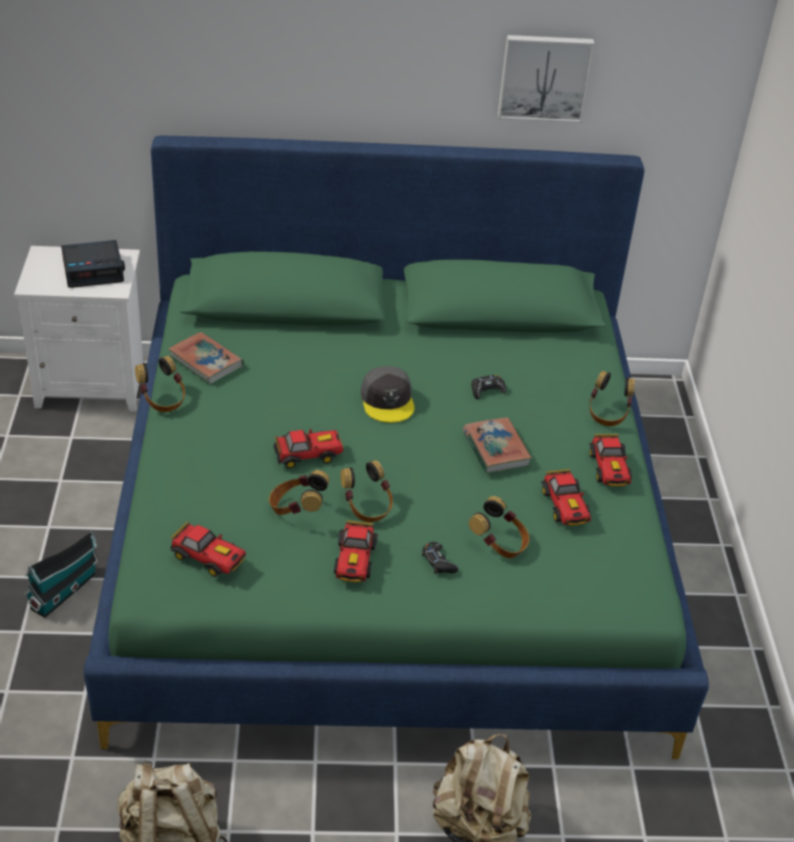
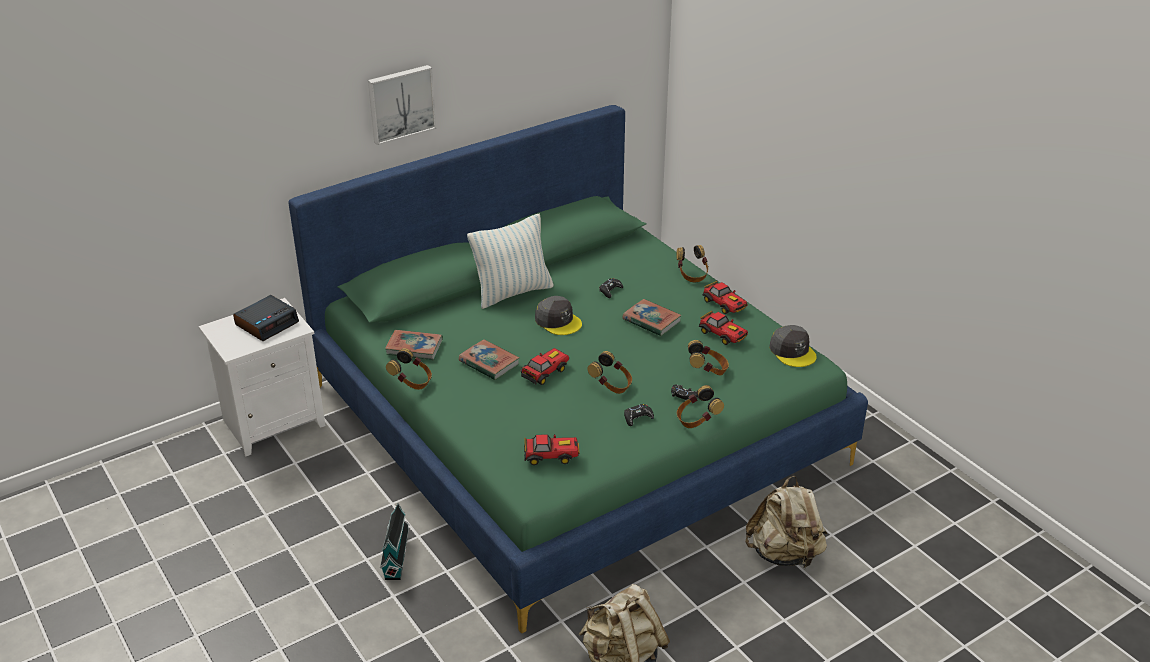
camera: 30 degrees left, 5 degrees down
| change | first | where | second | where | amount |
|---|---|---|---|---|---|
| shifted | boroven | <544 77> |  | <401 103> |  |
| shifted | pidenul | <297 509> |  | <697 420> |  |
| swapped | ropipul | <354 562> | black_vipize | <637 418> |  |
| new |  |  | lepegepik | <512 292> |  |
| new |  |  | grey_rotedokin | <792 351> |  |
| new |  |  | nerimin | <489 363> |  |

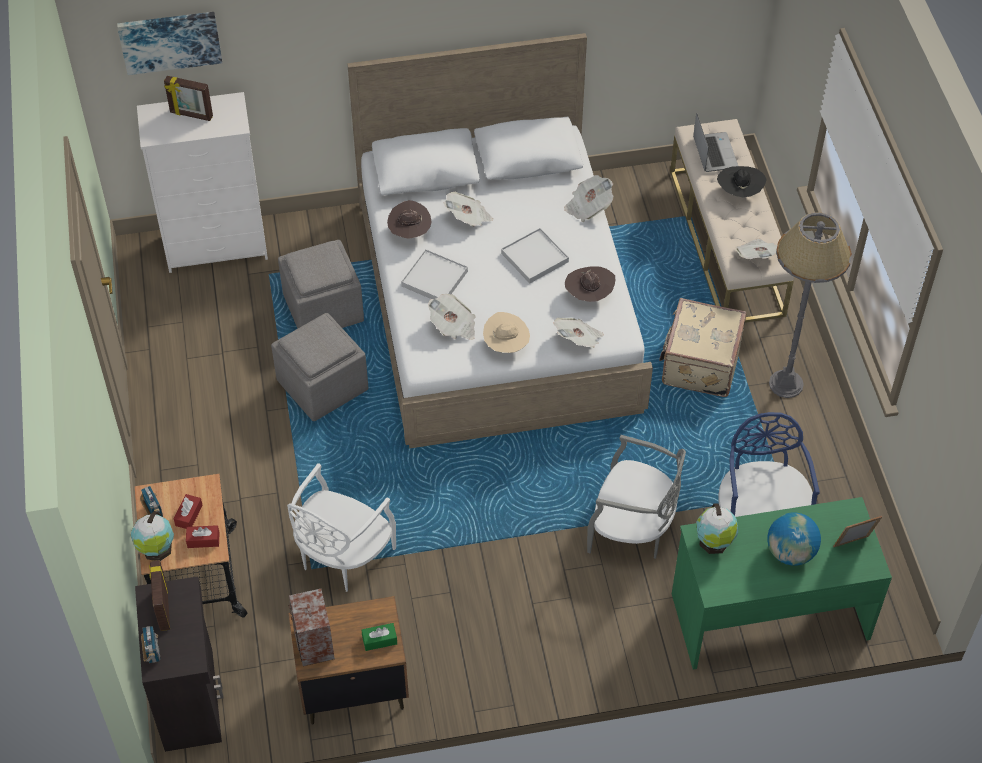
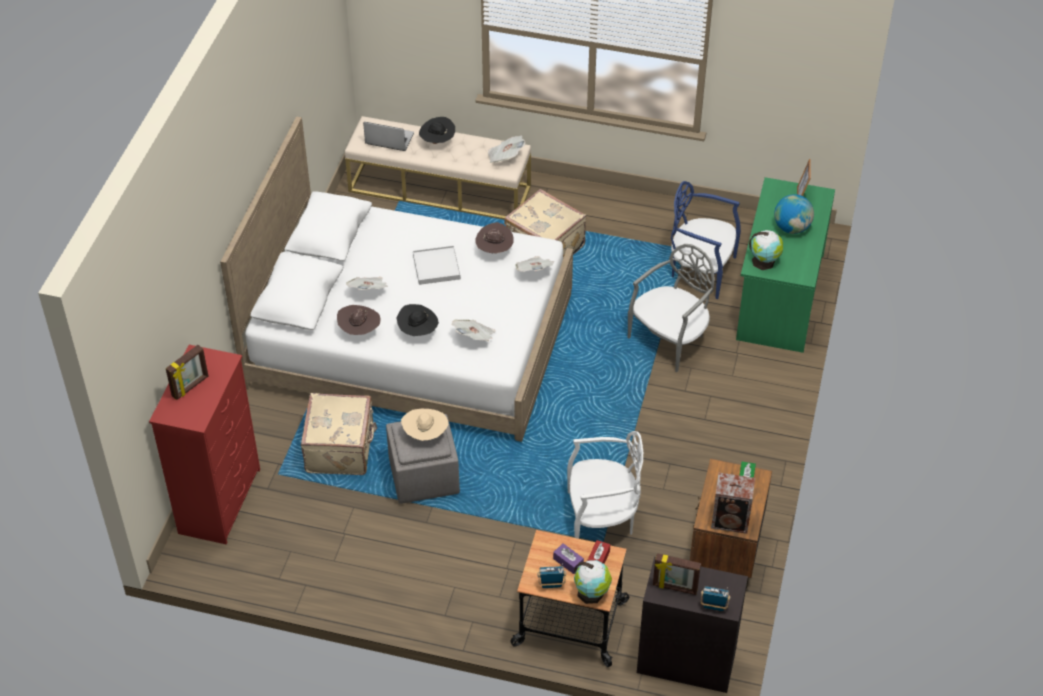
camera: 65 degrees left, 5 degrees down
| change | first | where | second | where | amount |
|---|---|---|---|---|---|
| gone | boroven | <170 41> |  |  |  |
| repainted | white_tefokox | <217 247> | red_tefokox | <221 500> |  |
| gone | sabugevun | <588 207> |  |  |  |
| gone | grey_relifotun | <785 384> |  |  |  |
| swapped | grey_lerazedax | <324 308> | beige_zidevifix | <341 449> |  |
| swapped | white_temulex | <434 278> | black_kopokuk | <418 332> |  |
| shifted | beige_kopokuk | <506 345> |  | <425 434> |  |
| rotated | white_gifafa | <342 556> |  | <601 518> | 60 degrees counterclockwise |
| repainted | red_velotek | <189 515> | purple_velotek | <568 562> |  |

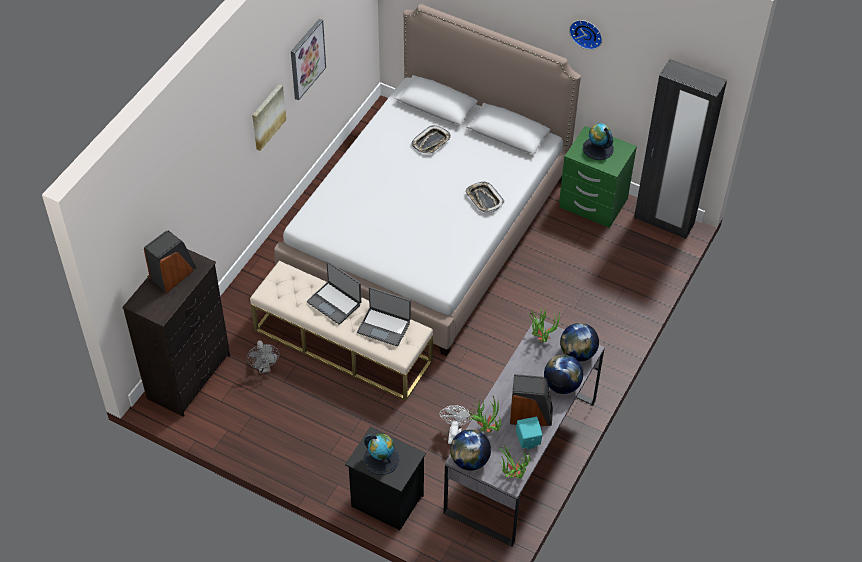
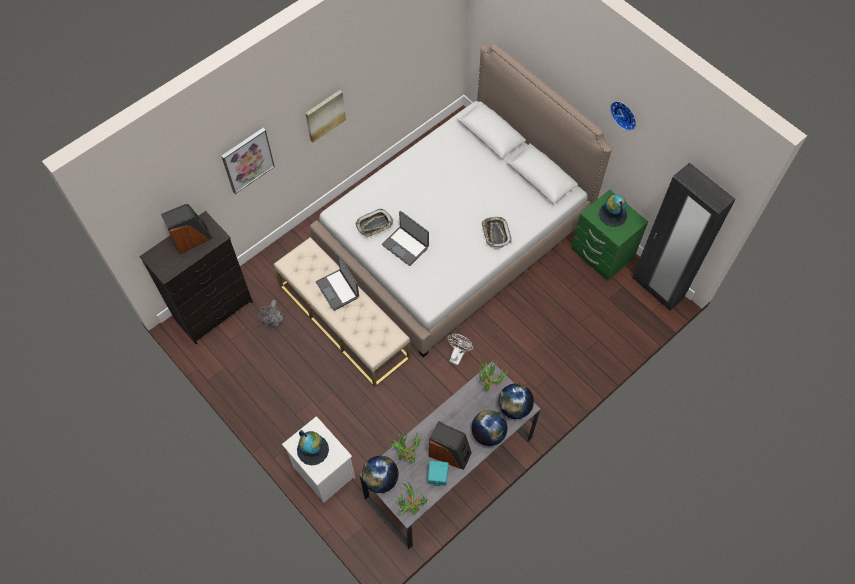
camera: 20 degrees right, 10 degrees up
| change | first | where | second | where | amount |
|---|---|---|---|---|---|
| shifted | boroven | <307 59> |  | <247 160> |  |
| shifted | temulex | <431 142> |  | <374 225> |  |
| shifted | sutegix | <384 326> |  | <405 245> |  |
| shifted | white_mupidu | <454 433> |  | <457 354> |  |
| repainted | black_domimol | <385 501> | white_domimol | <322 472> |  |

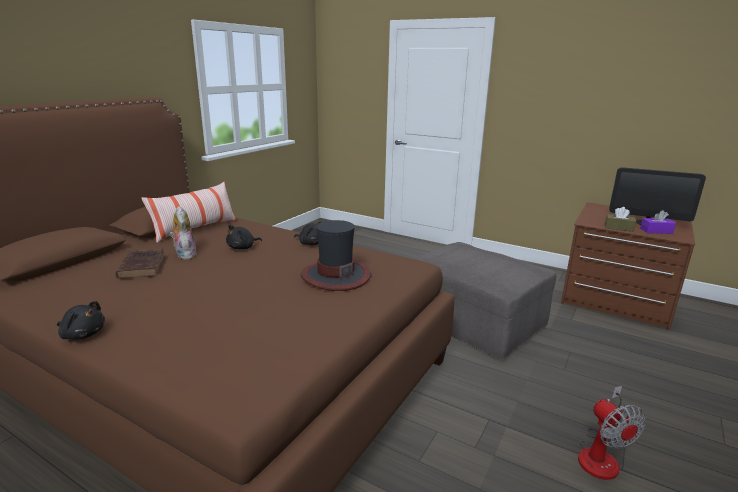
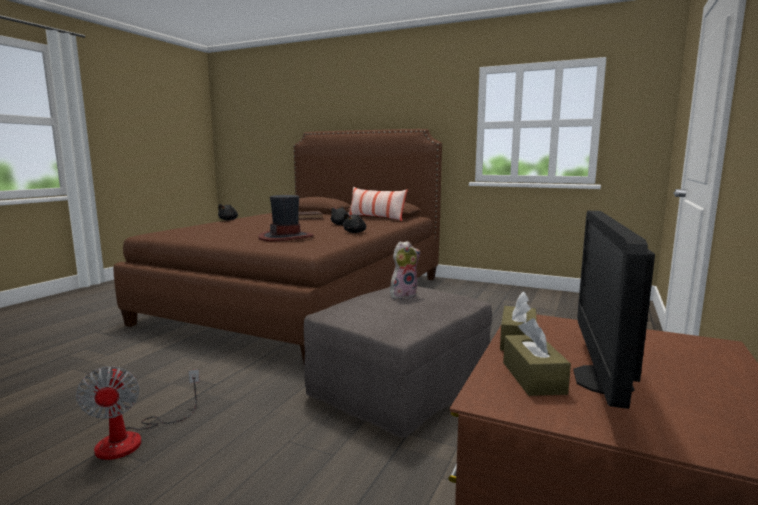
camera: 85 degrees right, 10 degrees down
| change | first | where | second | where | amount |
|---|---|---|---|---|---|
| shifted | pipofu | <184 254> |  | <403 295> |  |
| repainted | purple_velotek | <656 231> | brown_velotek | <533 377> |  |
| rotated | mupidu | <601 455> |  | <134 438> | 90 degrees counterclockwise |

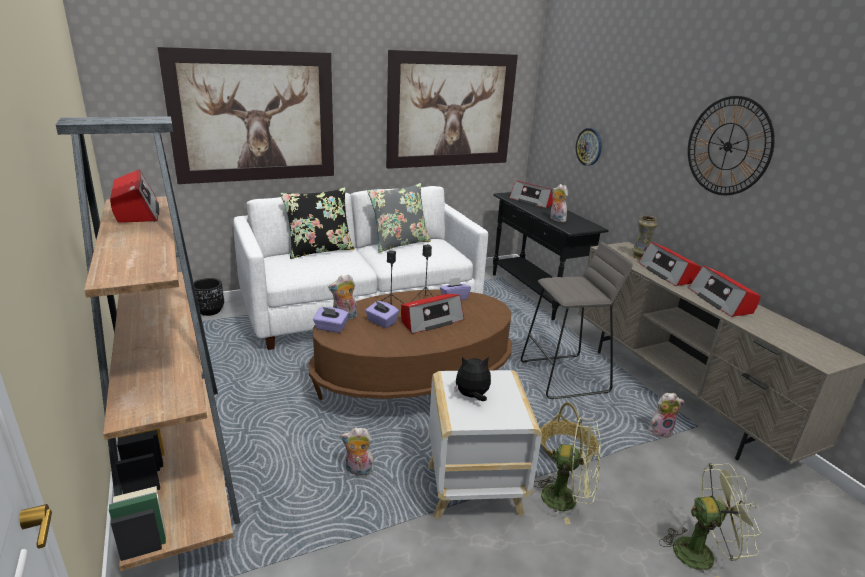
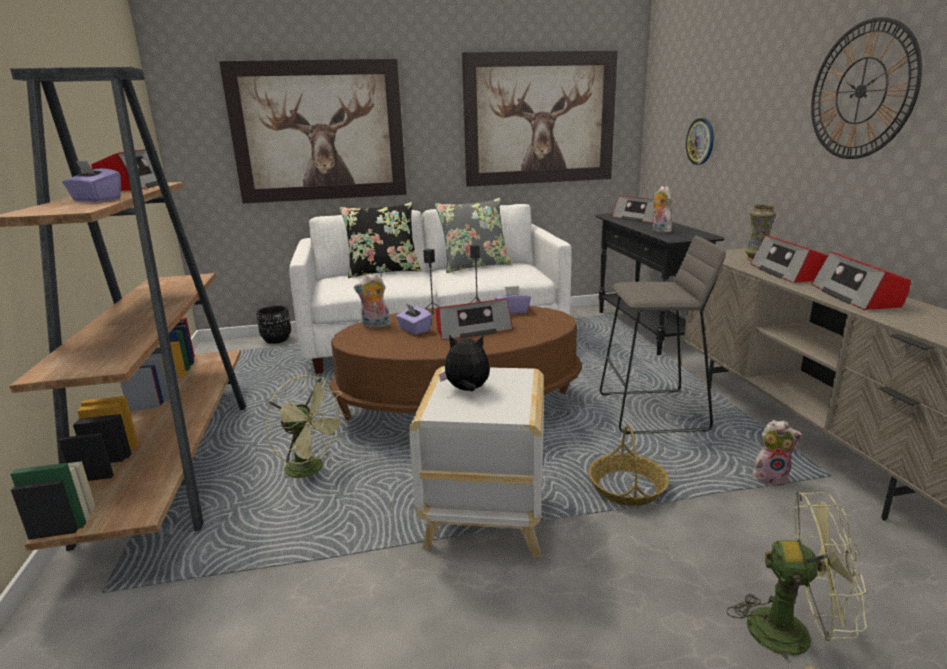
camera: 15 degrees right, 5 degrees down
| change | first | where | second | where | amount |
|---|---|---|---|---|---|
| shifted | purple_velotek | <331 328> |  | <96 200> |  |
| shifted | green_mupidu | <567 499> |  | <311 470> |  |
| gone | pipofu | <358 471> |  |  |  |

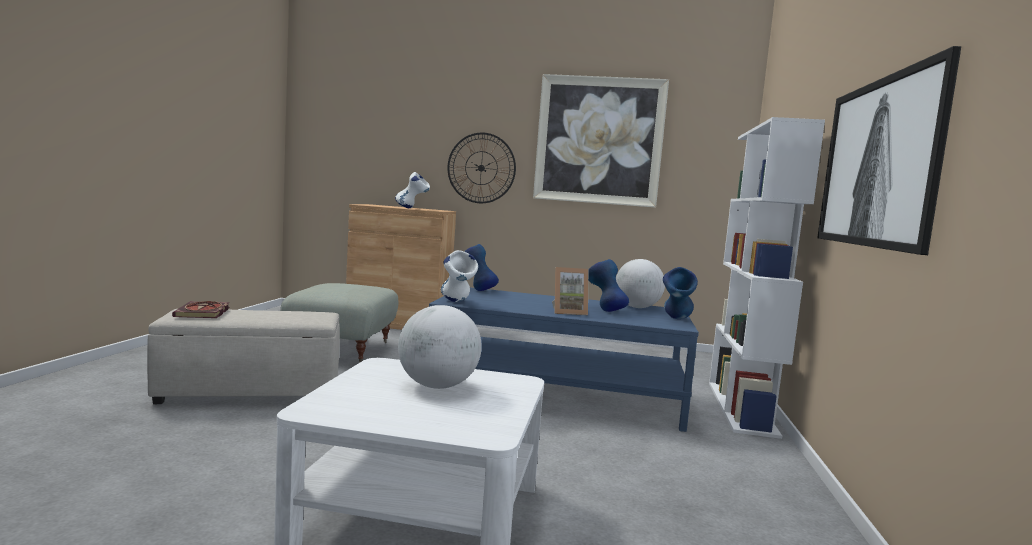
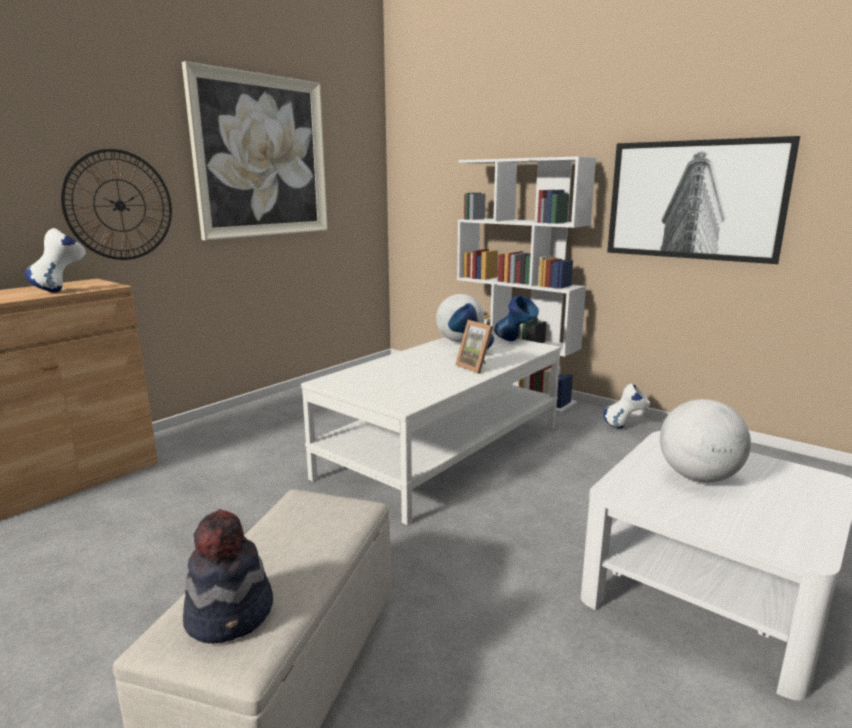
camera: 60 degrees left, 10 degrees up
| change | first | where | second | where | amount |
|---|---|---|---|---|---|
| gone | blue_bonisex | <476 290> |  |  |  |
| shifted | white_bonisex | <457 302> |  | <624 427> |  |
| rotated | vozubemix | <568 312> |  | <476 367> | 120 degrees clockwise |
| gone | grey_lerazedax | <341 350> |  |  |  |
| repainted | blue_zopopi | <558 394> | white_zopopi | <443 451> |  |
| swapped | nerimin | <203 313> | kopokuk | <231 614> |  |

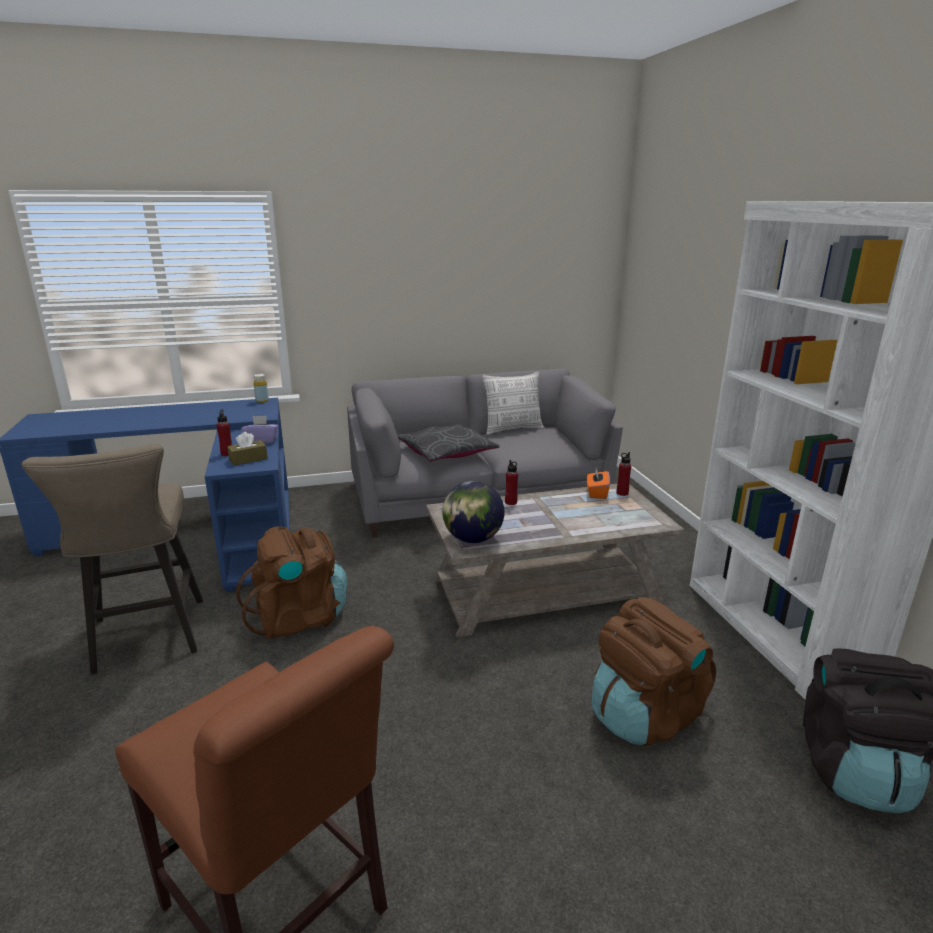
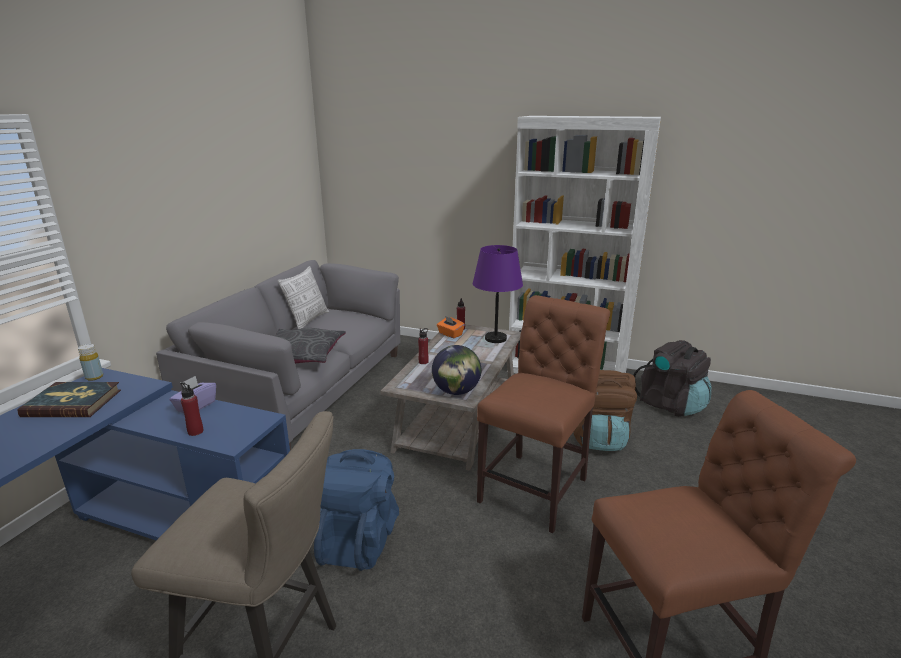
camera: 55 degrees left, 0 degrees up
| change | first | where | second | where | amount |
|---|---|---|---|---|---|
| gone | brown_velotek | <248 459> |  |  |  |
| repainted | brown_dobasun | <299 617> | blue_dobasun | <358 539> |  |
| new |  |  | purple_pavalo | <496 339> |  |
| new |  |  | brown_gifafa | <537 486> |  |
| new |  |  | nerimin | <73 403> |  |

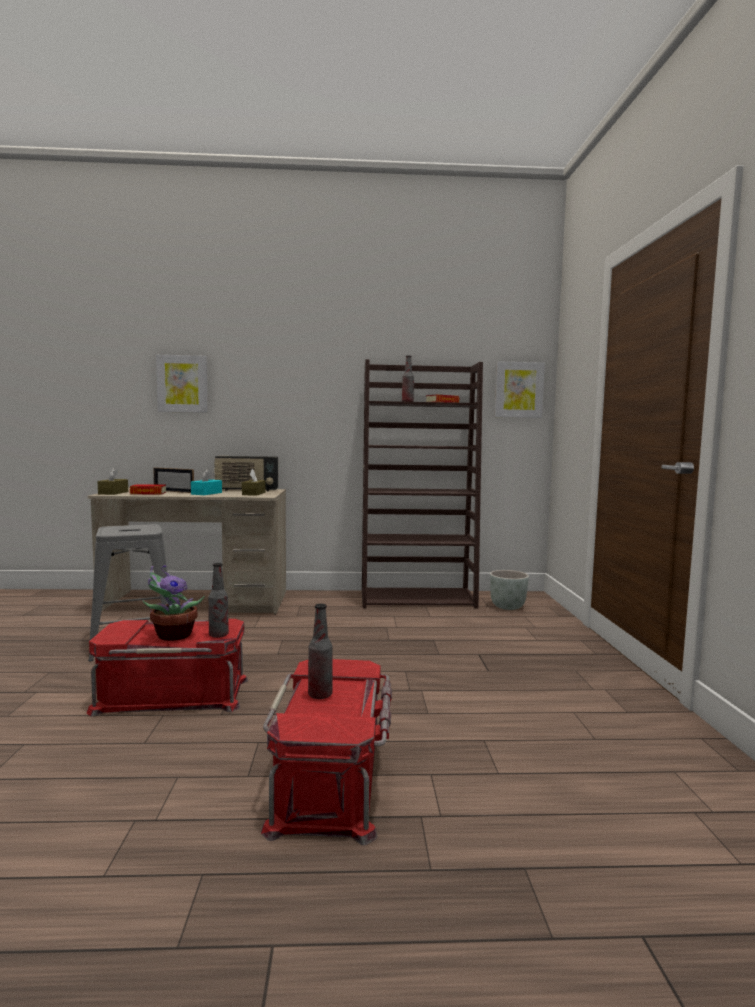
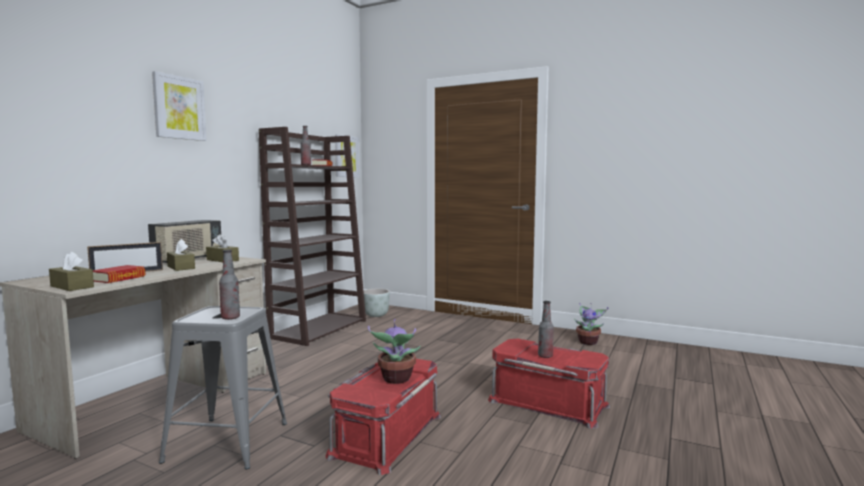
camera: 60 degrees left, 0 degrees up
| change | first | where | second | where | amount |
|---|---|---|---|---|---|
| shifted | boroven | <182 384> |  | <179 108> |  |
| repainted | turquoise_velotek | <206 493> | brown_velotek | <181 267> |  |
| shifted | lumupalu | <218 635> |  | <230 318> |  |
| new |  |  | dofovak | <588 342> |  |

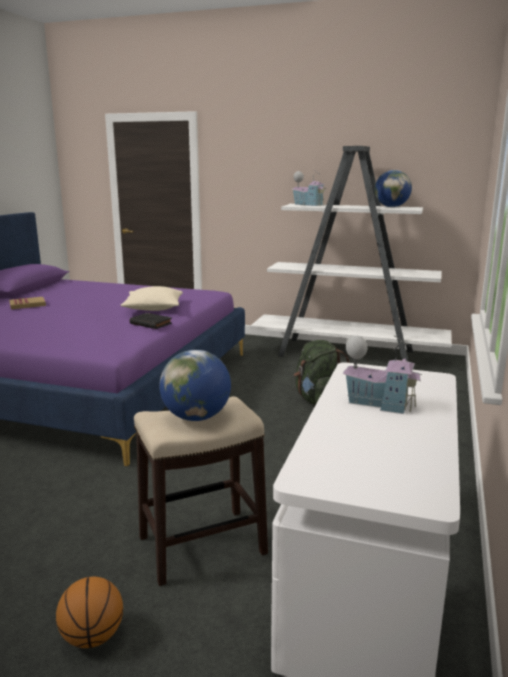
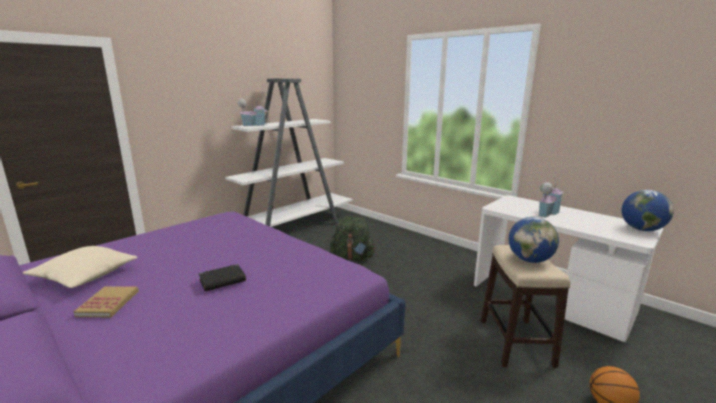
camera: 65 degrees left, 0 degrees up
| change | first | where | second | where | amount |
|---|---|---|---|---|---|
| shifted | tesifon | <391 207> |  | <641 229> |  |
| shifted | beige_lepegepik | <153 308> |  | <85 276> |  |
| shifted | black_nerimin | <151 324> |  | <223 280> |  |

